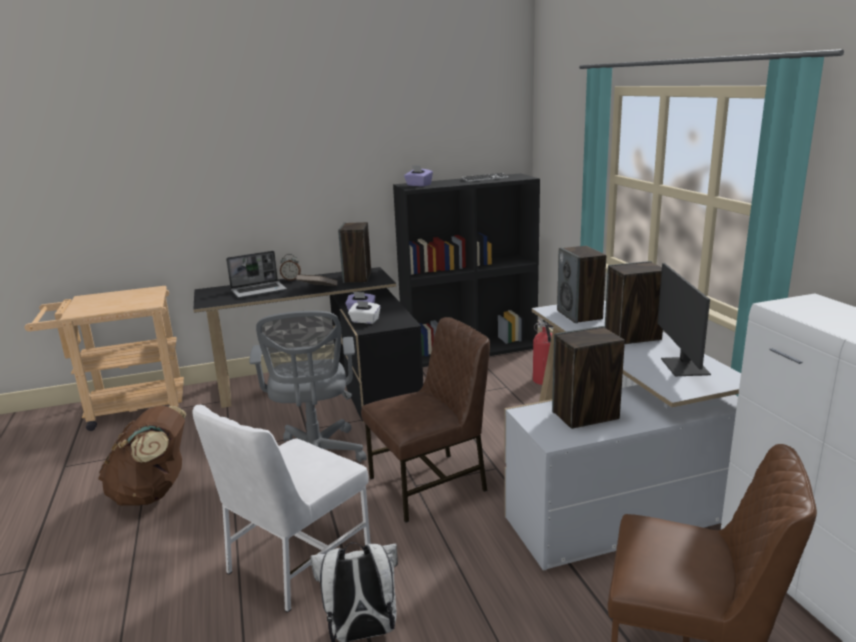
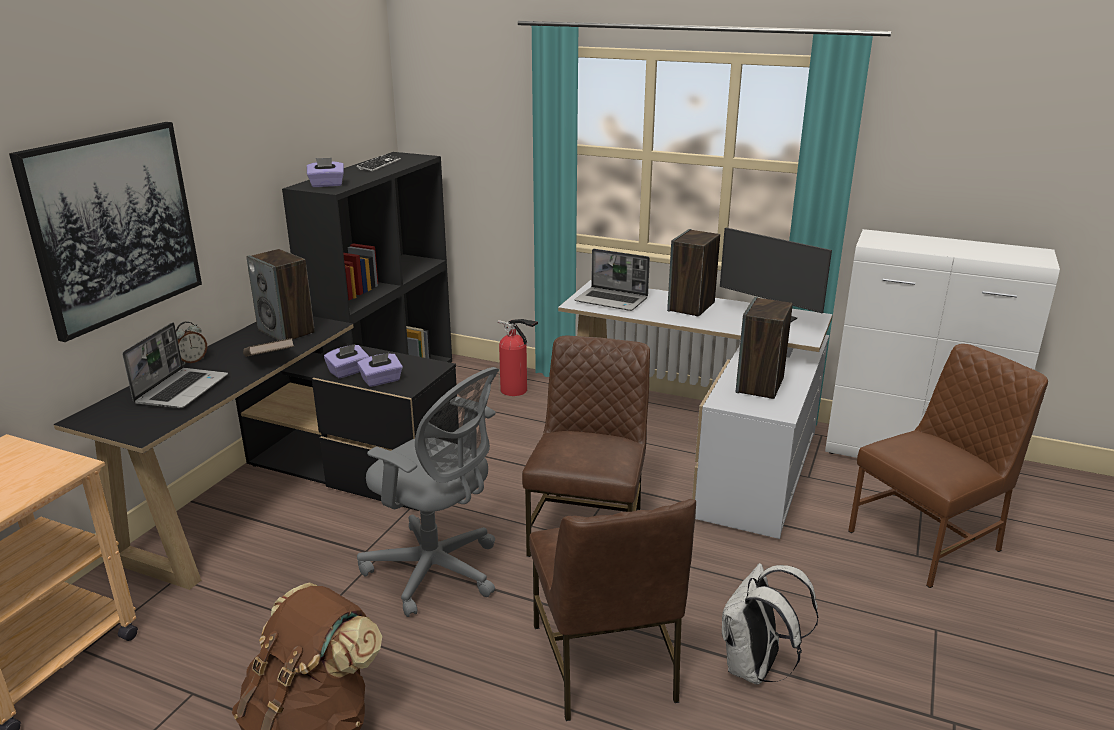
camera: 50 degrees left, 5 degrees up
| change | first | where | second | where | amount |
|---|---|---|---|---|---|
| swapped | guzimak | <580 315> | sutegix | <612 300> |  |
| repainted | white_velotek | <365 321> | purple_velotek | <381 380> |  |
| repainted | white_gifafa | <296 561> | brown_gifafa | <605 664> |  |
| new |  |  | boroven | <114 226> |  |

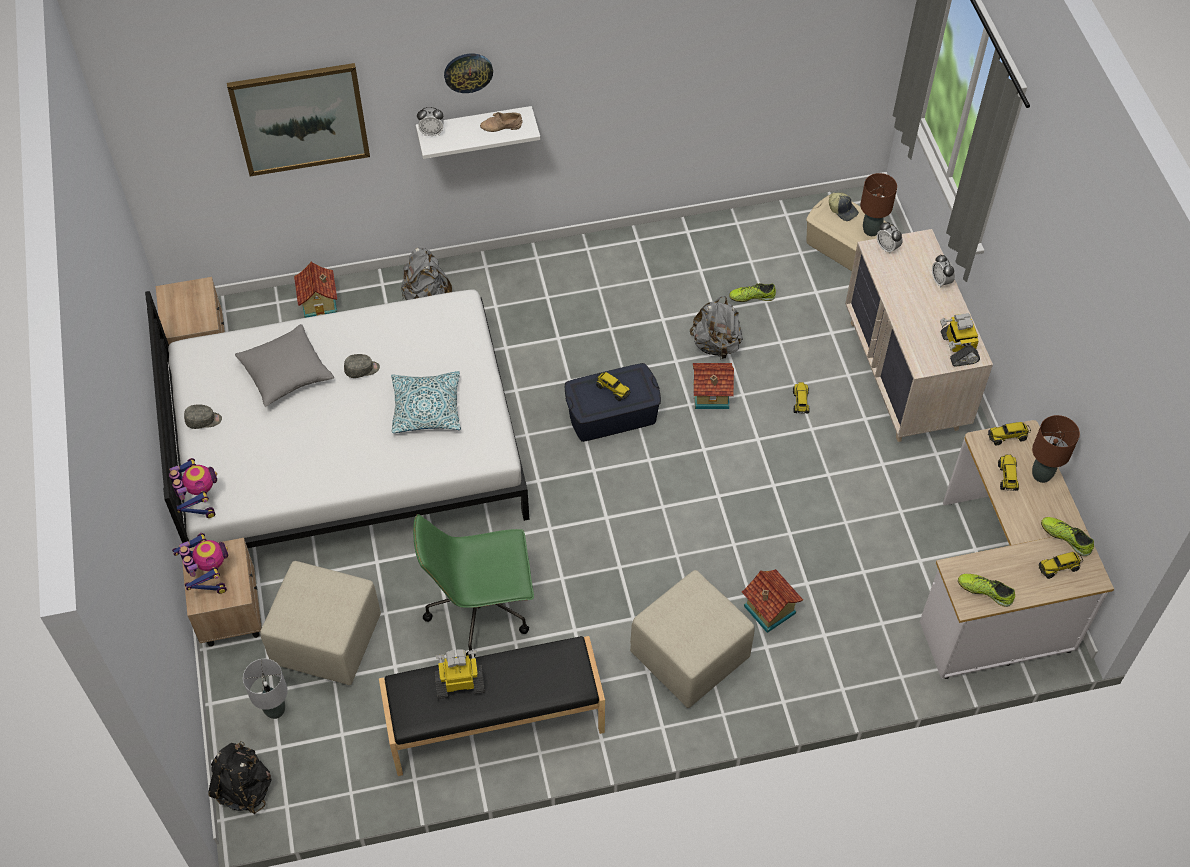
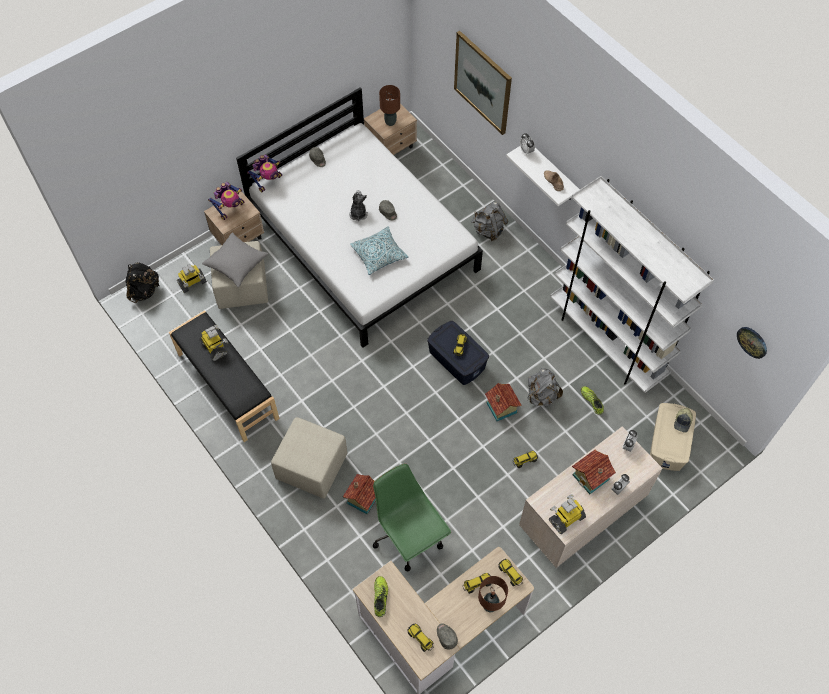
camera: 65 degrees right, 5 degrees up
| change | first | where | second | where | amount |
|---|---|---|---|---|---|
| shifted | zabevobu | <468 72> |  | <752 342> |  |
| shifted | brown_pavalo | <871 230> |  | <390 122> |  |
| shifted | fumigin | <320 303> |  | <591 477> |  |
| shifted | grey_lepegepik | <286 373> |  | <236 264> |  |
| shifted | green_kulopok | <481 610> |  | <409 537> |  |
| swapped | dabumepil | <1065 538> | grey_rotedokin | <446 636> |  |
| swapped | grey_pavalo | <275 710> | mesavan | <192 283> |  |
| new |  |  | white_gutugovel | <607 341> |  |
| new |  |  | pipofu | <358 213> |  |

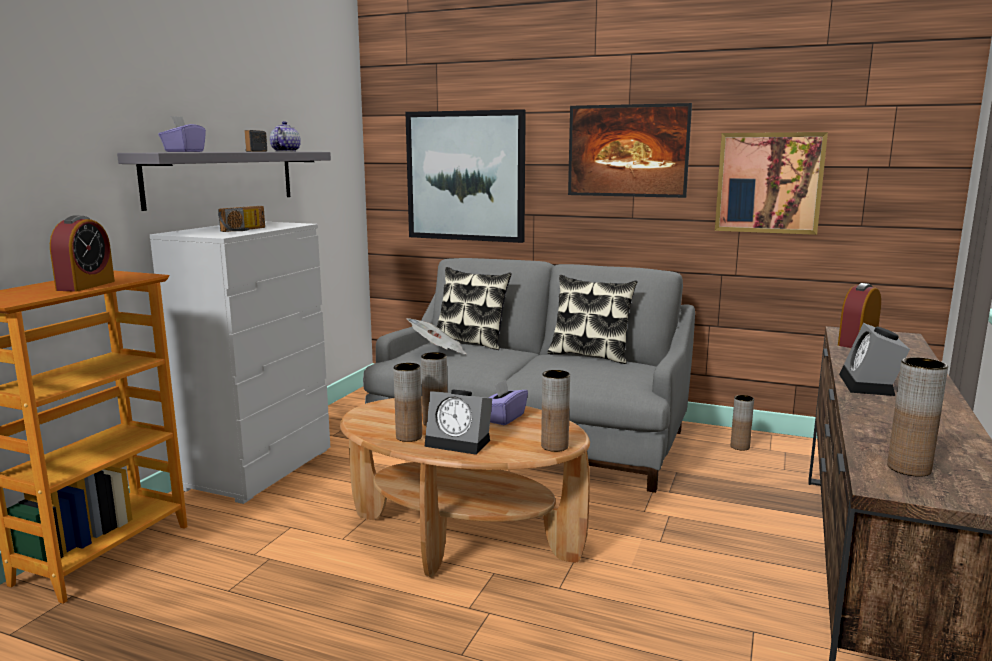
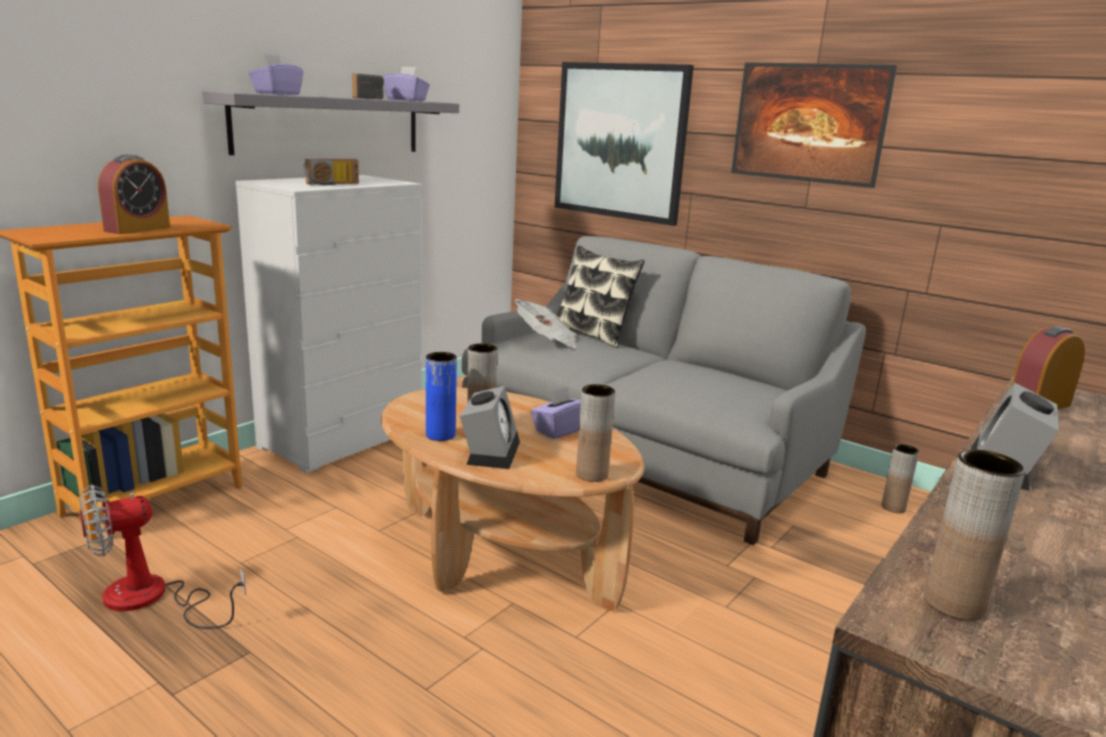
camera: 15 degrees right, 5 degrees up
| change | first | where | second | where | amount |
|---|---|---|---|---|---|
| swapped | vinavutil | <285 151> | purple_velotek | <406 100> |  |
| gone | boroven | <769 183> |  |  |  |
| gone | lepegepik | <590 355> |  |  |  |
| repainted | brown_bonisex | <409 437> | blue_bonisex | <440 435> |  |
| rotated | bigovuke | <460 442> |  | <490 451> | 120 degrees counterclockwise |
| new |  |  | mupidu | <152 599> |  |

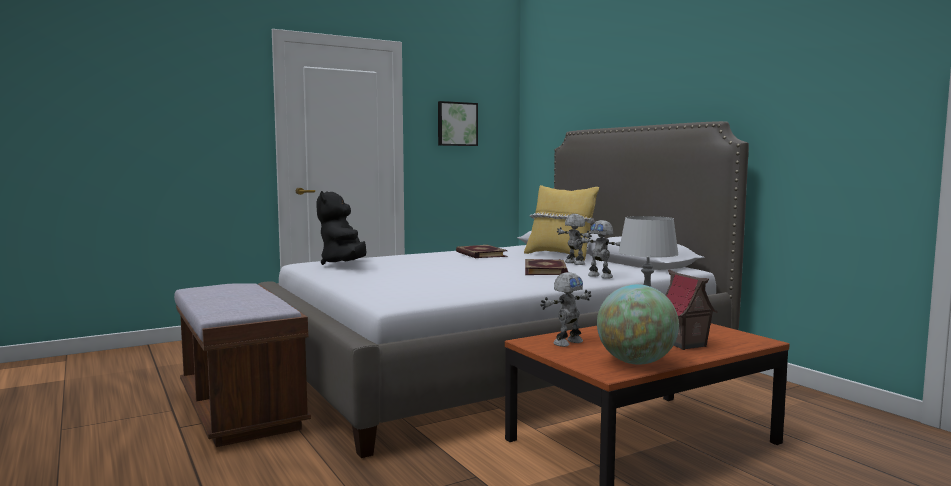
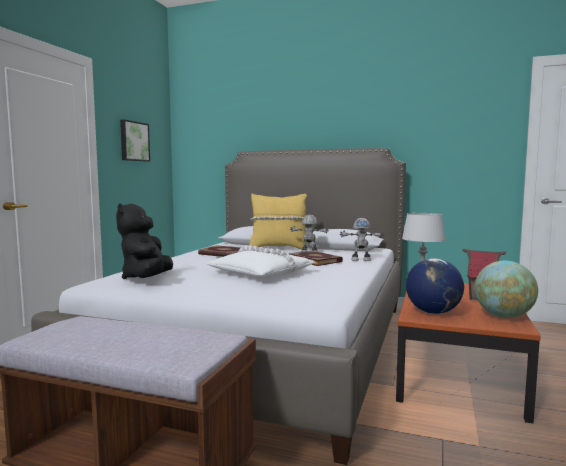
camera: 40 degrees left, 0 degrees up
| change | first | where | second | where | amount |
|---|---|---|---|---|---|
| rotated | black_pipofu | <344 264> |  | <147 279> | 45 degrees clockwise |
| swapped | mesavan | <567 342> | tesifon | <433 312> |  |
| new |  |  | white_lepegepik | <262 273> |  |

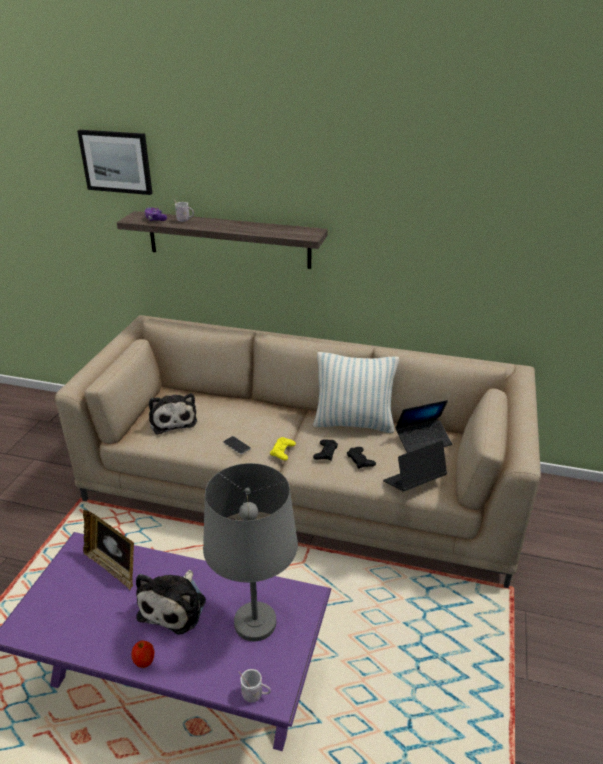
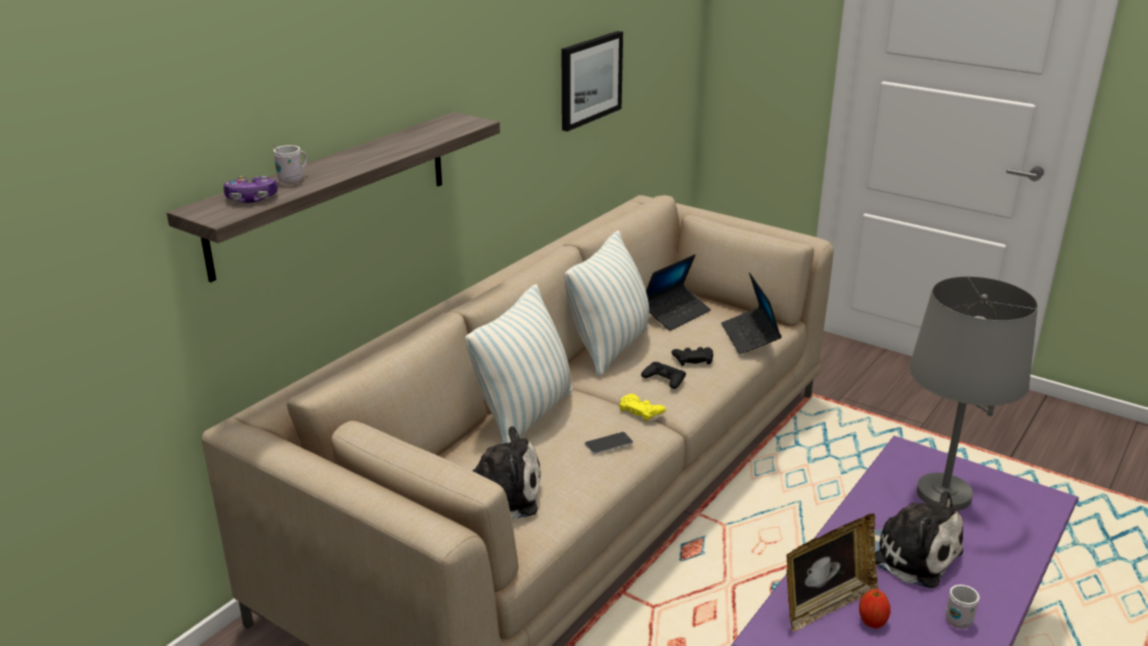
camera: 70 degrees left, 5 degrees down
| change | first | where | second | where | amount |
|---|---|---|---|---|---|
| shifted | boroven | <116 162> |  | <590 79> |  |
| rotated | sutegix | <423 441> |  | <675 313> | 45 degrees clockwise |
| shifted | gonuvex | <144 661> |  | <872 622> |  |
| shifted | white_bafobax | <255 695> |  | <959 618> |  |
| new |  |  | lepegepik | <525 416> |  |

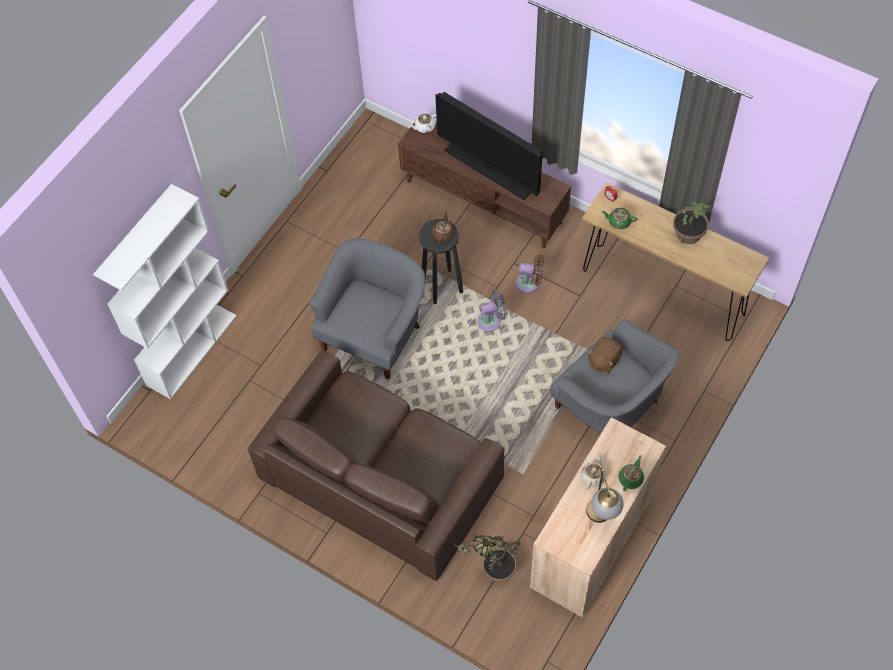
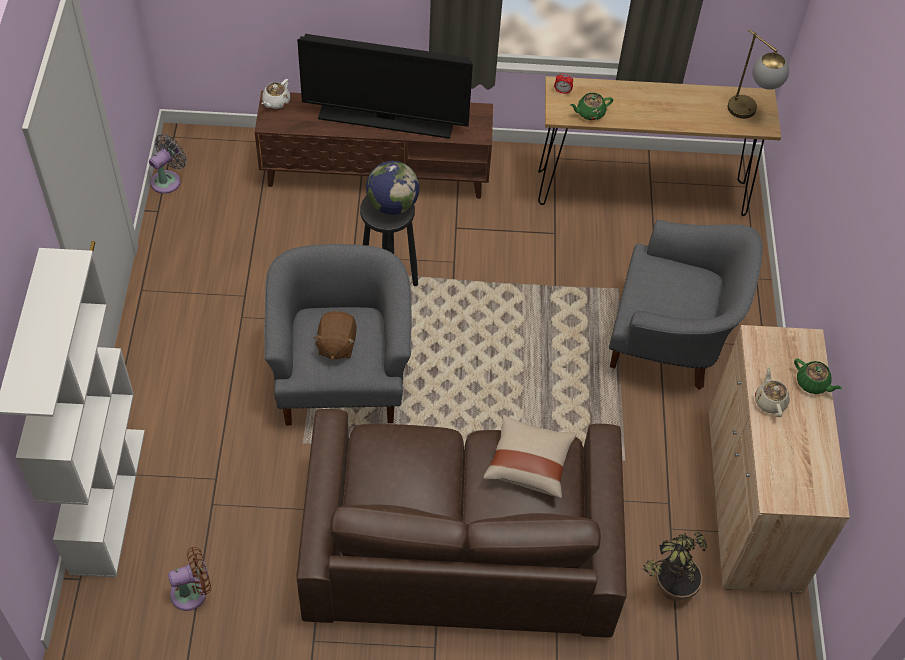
camera: 35 degrees left, 5 degrees down
| change | first | where | second | where | amount |
|---|---|---|---|---|---|
| gone | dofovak | <688 233> |  |  |  |
| swapped | brown_vinavutil | <443 234> | tesifon | <392 205> |  |
| shifted | brown_mupidu | <530 283> |  | <192 592> |  |
| shifted | grey_mupidu | <491 321> |  | <168 180> |  |
| shifted | brown_pipofu | <603 360> |  | <336 345> |  |
| rotated | green_vinavutil | <631 478> |  | <812 383> | 135 degrees clockwise |
| shifted | pavalo | <601 519> |  | <749 114> |  |
| new |  |  | beige_lepegepik | <529 464> |  |

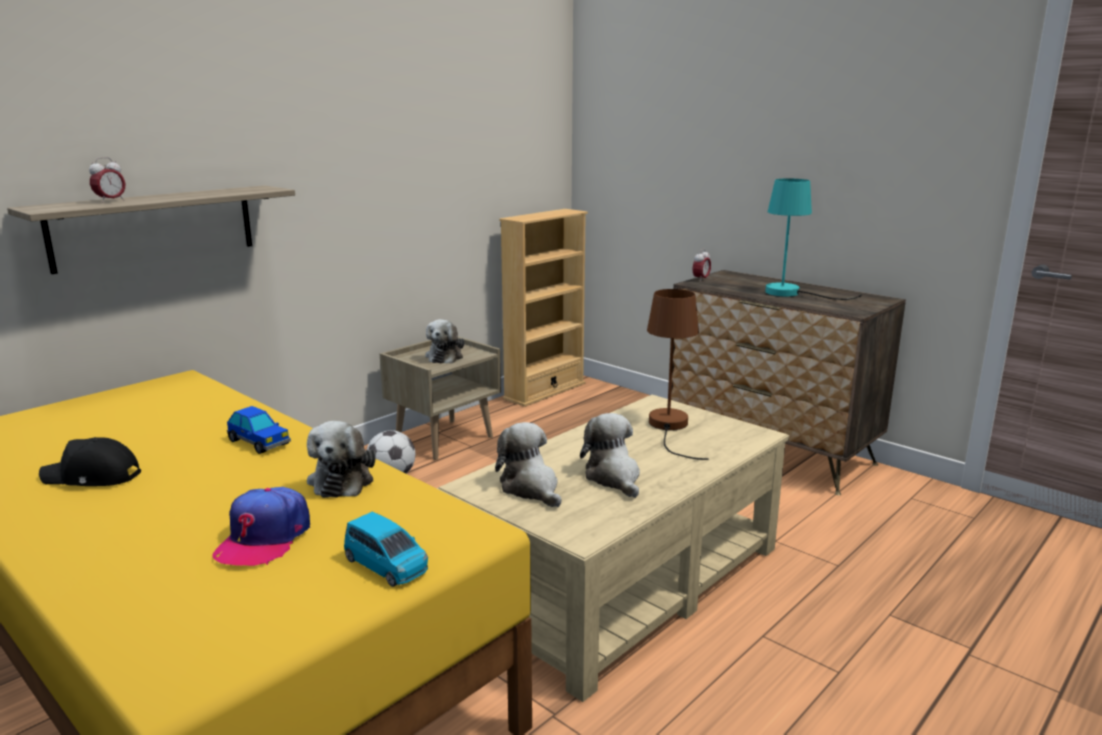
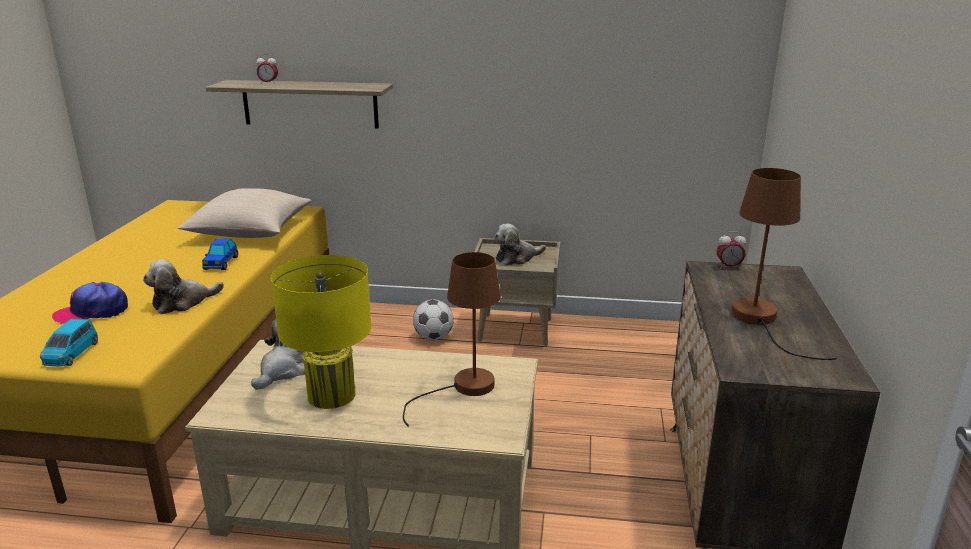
camera: 55 degrees right, 5 degrees up
| change | first | where | second | where | amount |
|---|---|---|---|---|---|
| repainted | turquoise_pavalo | <793 294> | brown_pavalo | <760 321> |  |
| gone | beige_gutugovel | <545 391> |  |  |  |
| swapped | pipofu | <614 477> | yellow_pavalo | <331 395> |  |
| gone | black_rotedokin | <92 477> |  |  |  |
| new |  |  | beige_lepegepik | <250 231> |  |

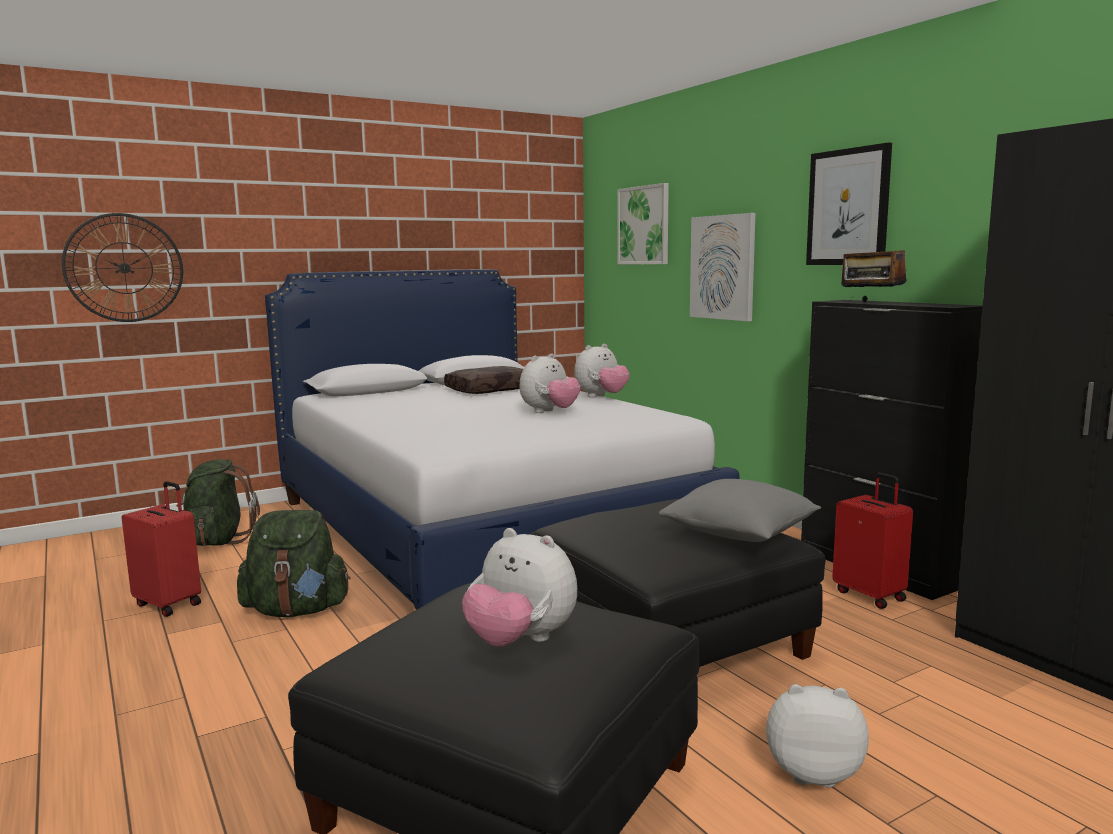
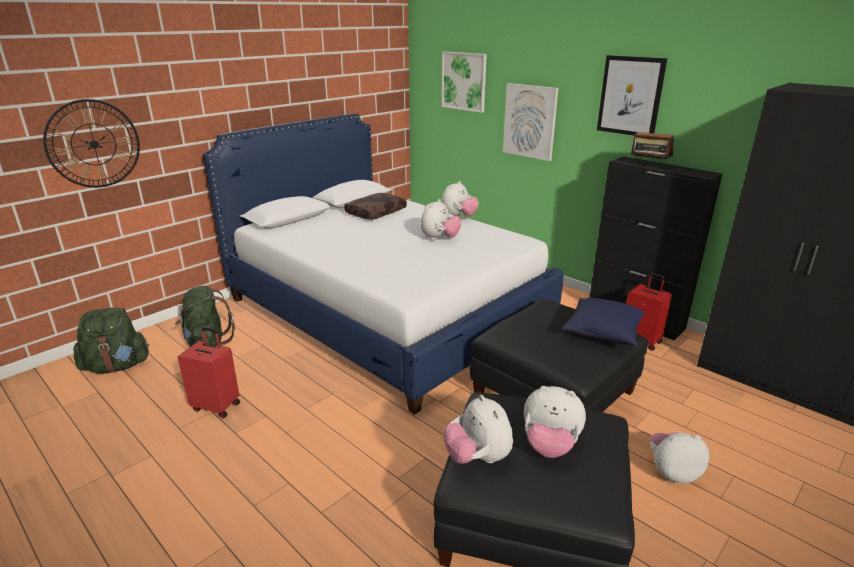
camera: 15 degrees left, 15 degrees up
| change | first | where | second | where | amount |
|---|---|---|---|---|---|
| repainted | grey_lepegepik | <740 535> | blue_lepegepik | <603 333> |  |
| shifted | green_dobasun | <297 610> |  | <117 366> |  |
| new |  |  | pipofu | <477 458> |  |

